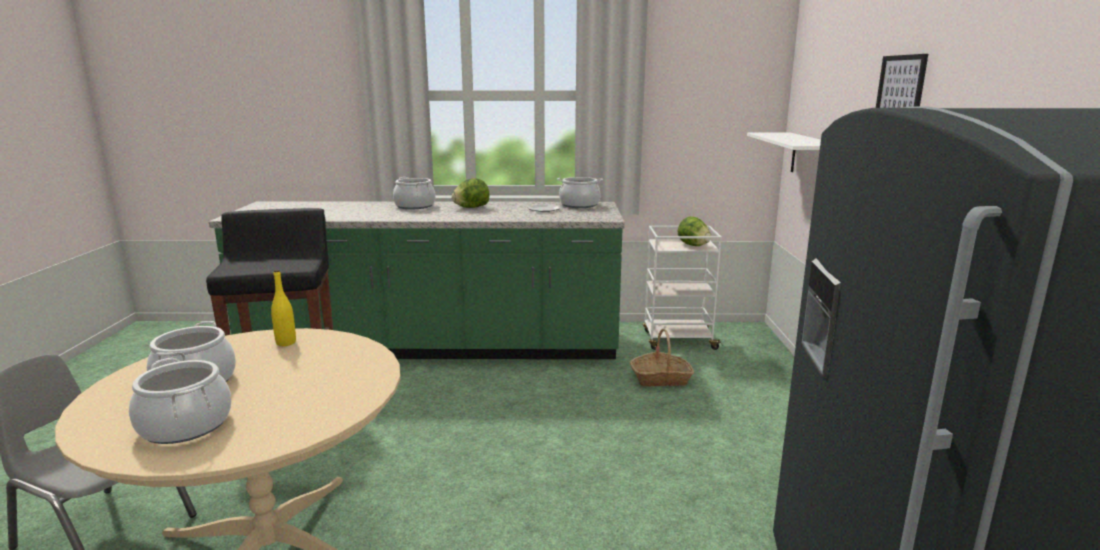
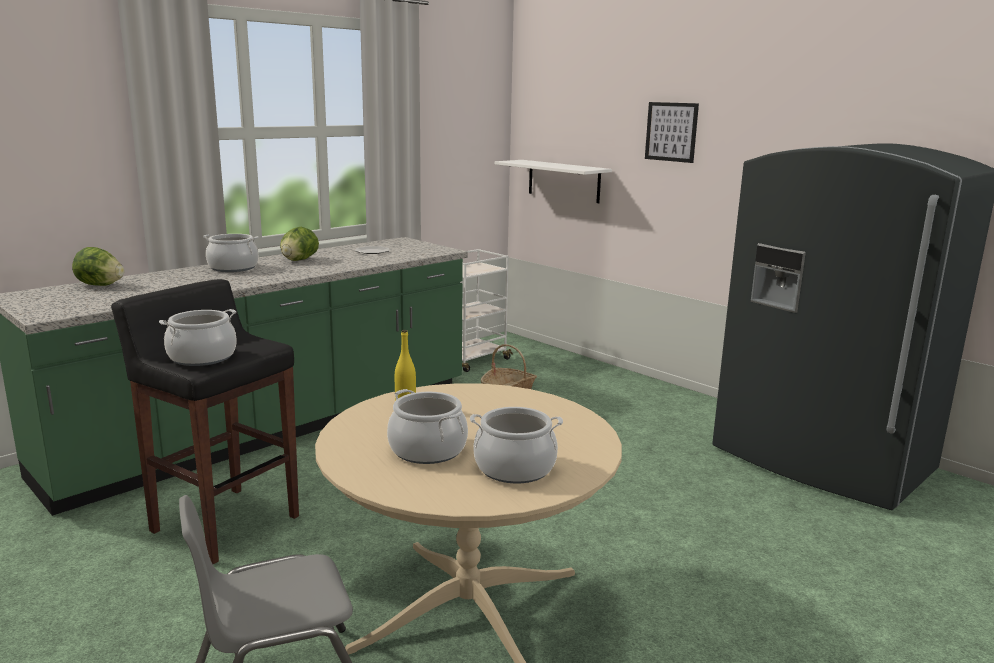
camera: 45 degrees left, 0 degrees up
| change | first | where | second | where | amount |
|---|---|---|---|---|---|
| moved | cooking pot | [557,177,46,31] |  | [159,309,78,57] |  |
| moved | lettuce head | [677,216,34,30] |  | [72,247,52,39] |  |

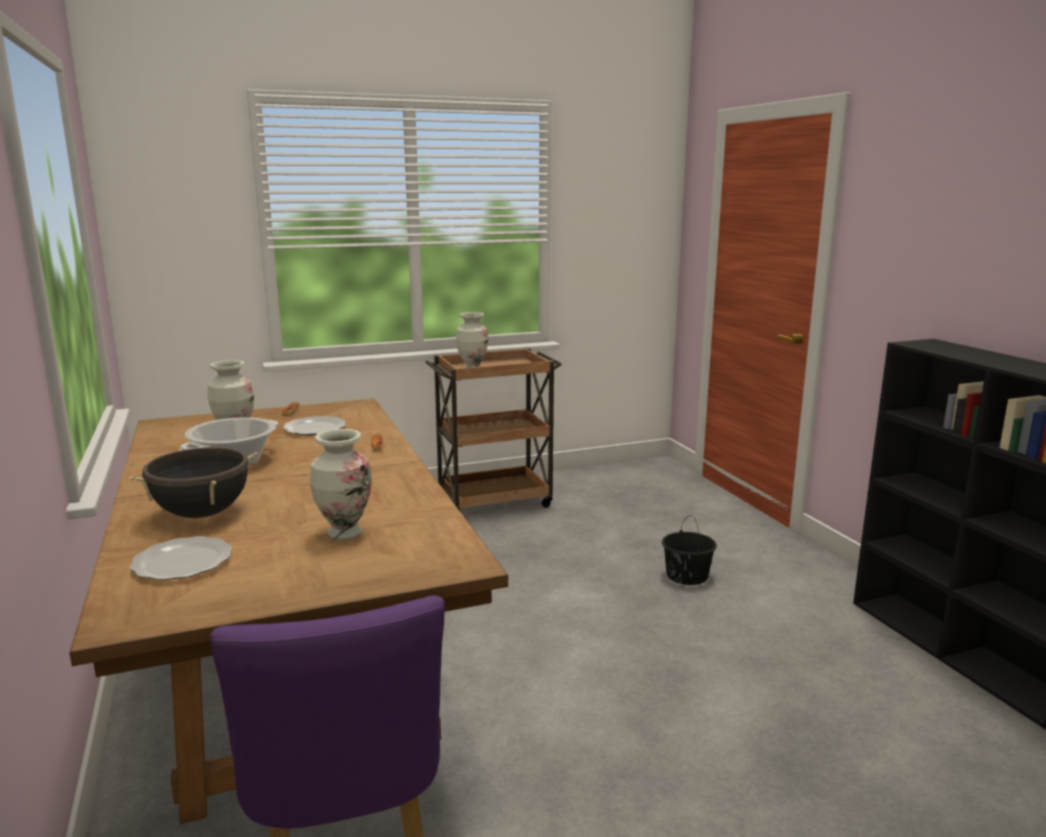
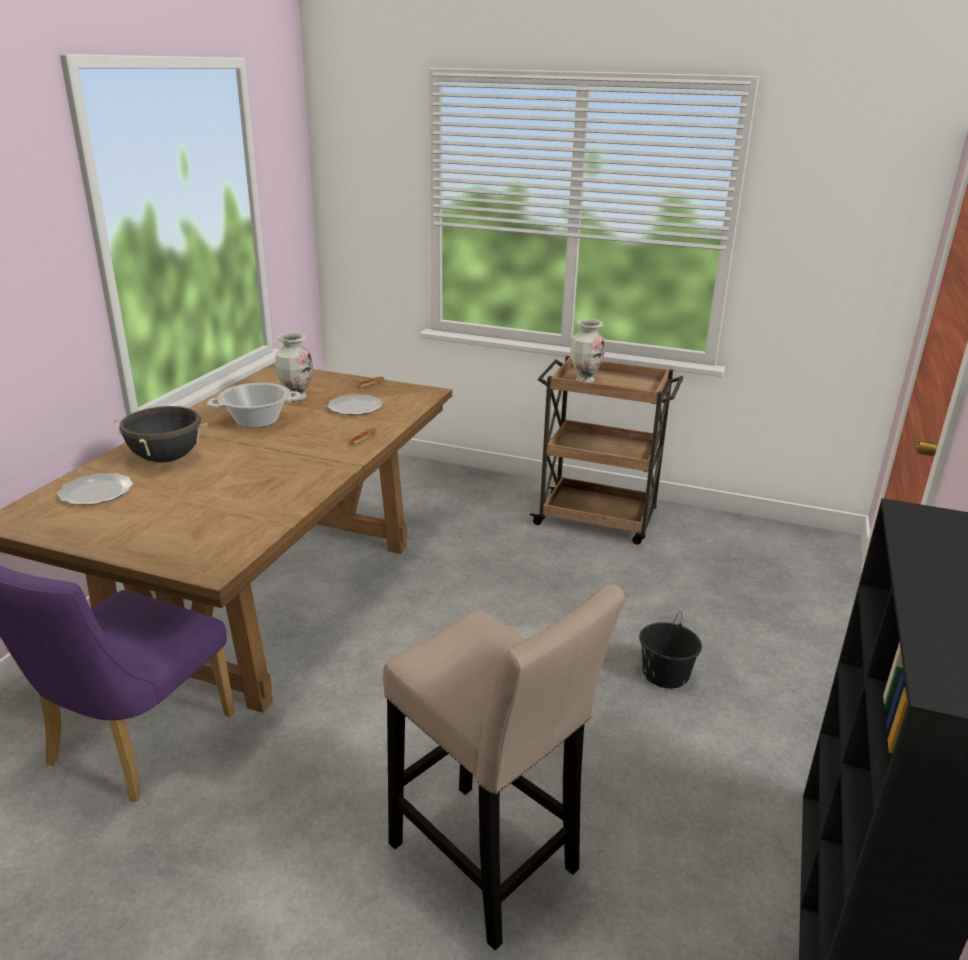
camera: 40 degrees right, 10 degrees up
| change | first | where | second | where | amount |
|---|---|---|---|---|---|
| removed | decorative vase | [310,429,62,111] |  |  |  |
| added |  |  | beige stool | [383,585,242,365] |  |

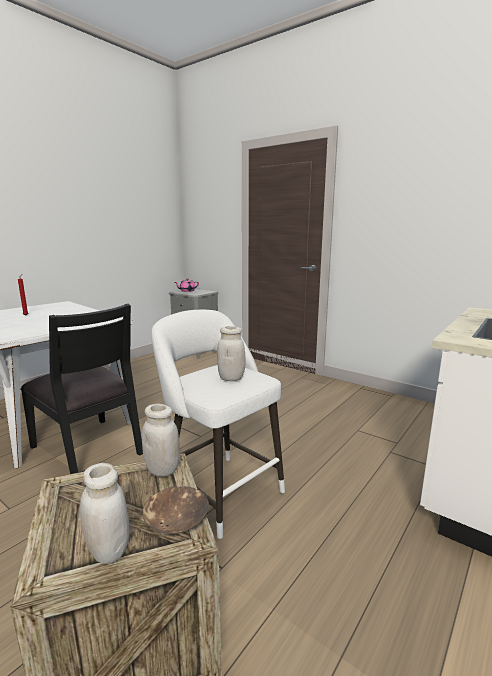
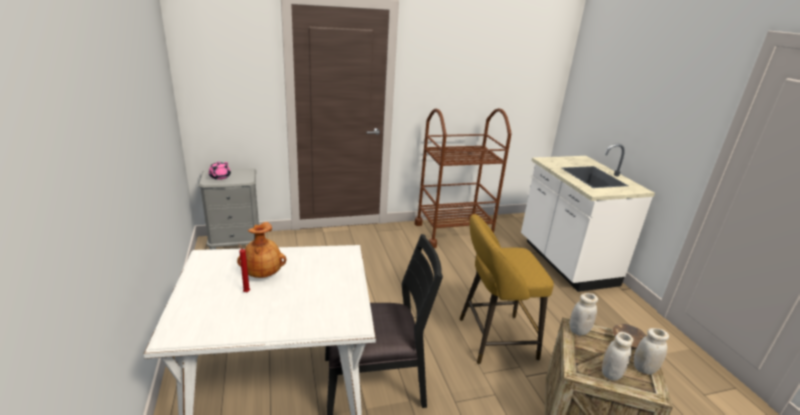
camera: 55 degrees left, 10 degrees up
| change | first | where | second | where | amount |
|---|---|---|---|---|---|
| recoloured | white stool | [151,310,134,229] | yellow stool | [460,214,94,150] |  |
| moved | white storage jar | [217,326,29,55] |  | [602,332,31,49] |  |
| added |  |  | brown wheeled cart | [415,108,96,140] |  |
| added |  |  | brown decorative vase | [237,222,49,56] |  |

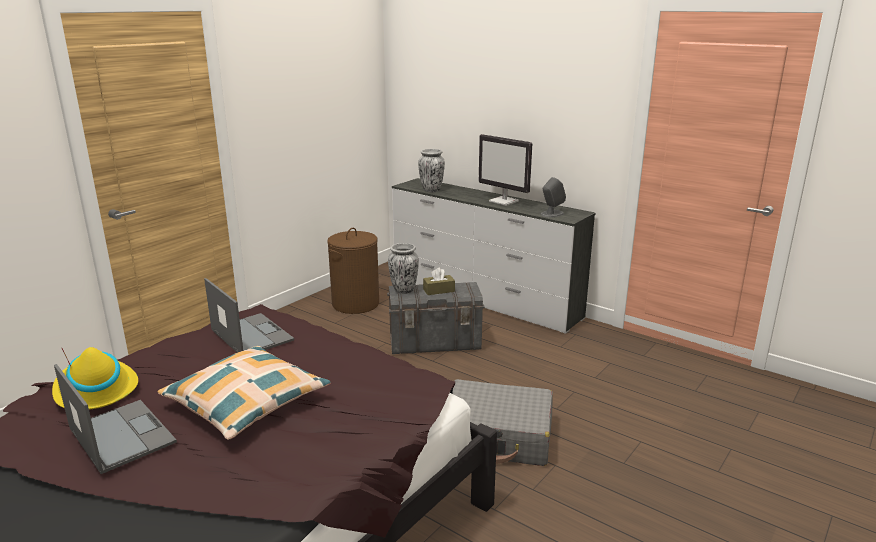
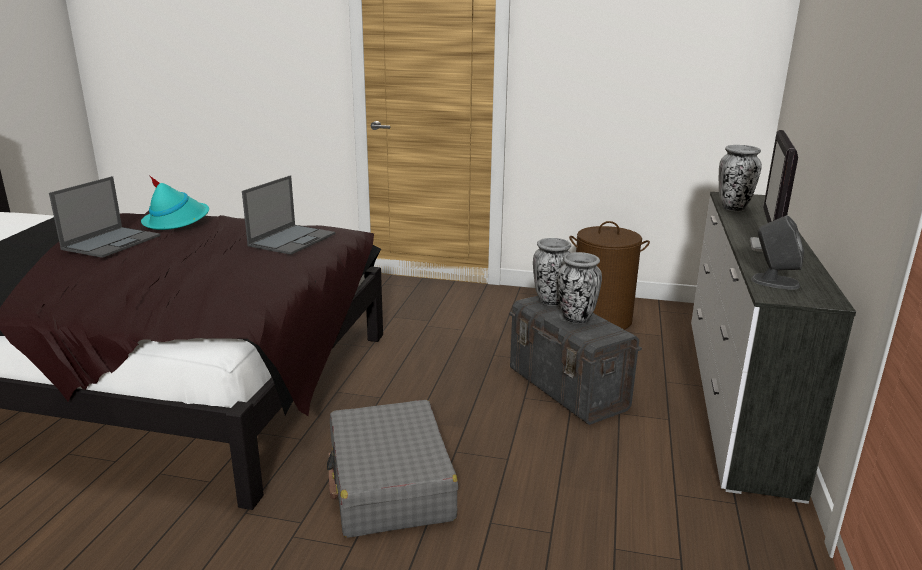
camera: 65 degrees right, 0 degrees up
| change | first | where | second | where | amount |
|---|---|---|---|---|---|
| replaced | brown tissue holder | [423,267,32,28] | decorative vase | [558,252,44,72] |  |
| removed | throw pillow | [157,346,174,94] |  |  |  |
| recoloured | yellow clothing hat | [52,347,86,63] | turquoise-coloured clothing hat | [141,175,68,55] |  |

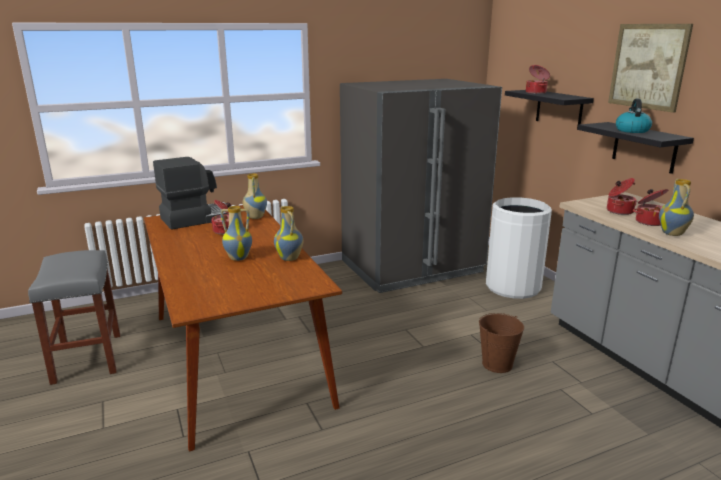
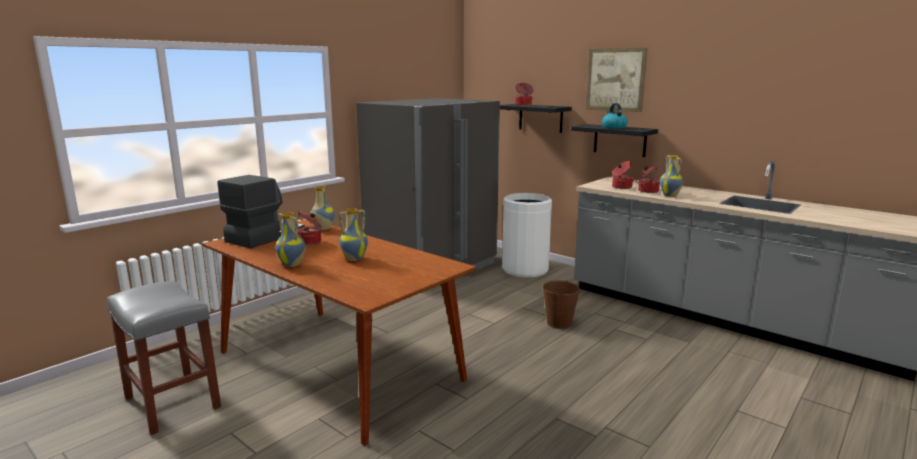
camera: 25 degrees left, 5 degrees down
| change | first | where | second | where | amount |
|---|---|---|---|---|---|
| moved | decorative vase | [274,206,30,55] |  | [275,212,31,55] |  |

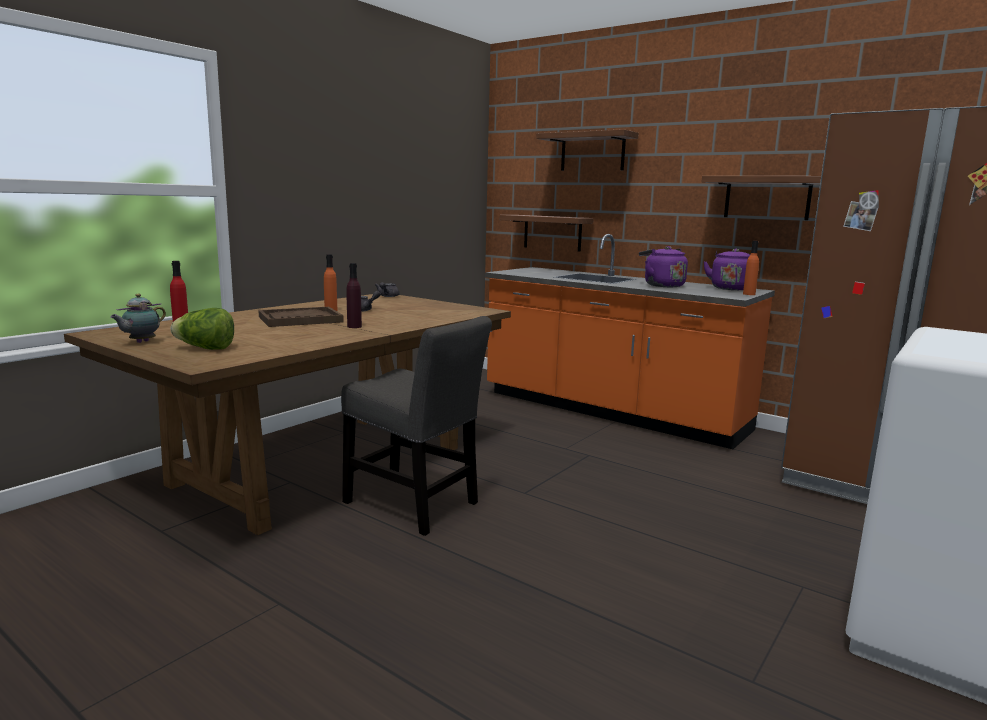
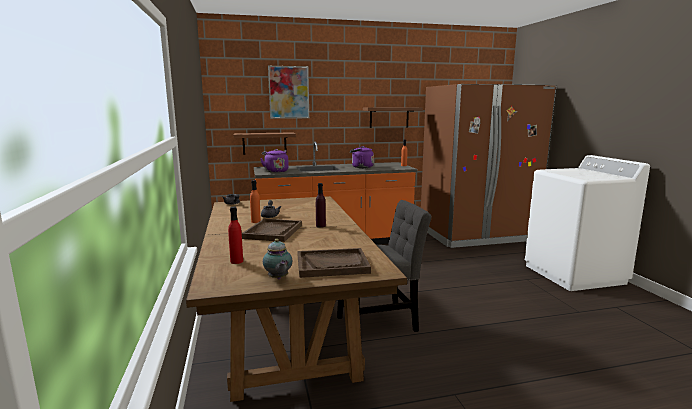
camera: 50 degrees left, 0 degrees up
| change | first | where | second | where | amount |
|---|---|---|---|---|---|
| replaced | bracket shelf | [536,129,103,42] | picture | [268,66,41,53] |  |
| moved | purple kettle | [703,249,47,41] |  | [260,149,29,24] |  |
| replaced | lettuce head | [171,308,63,42] | brown carrying tray | [297,248,74,30] |  |

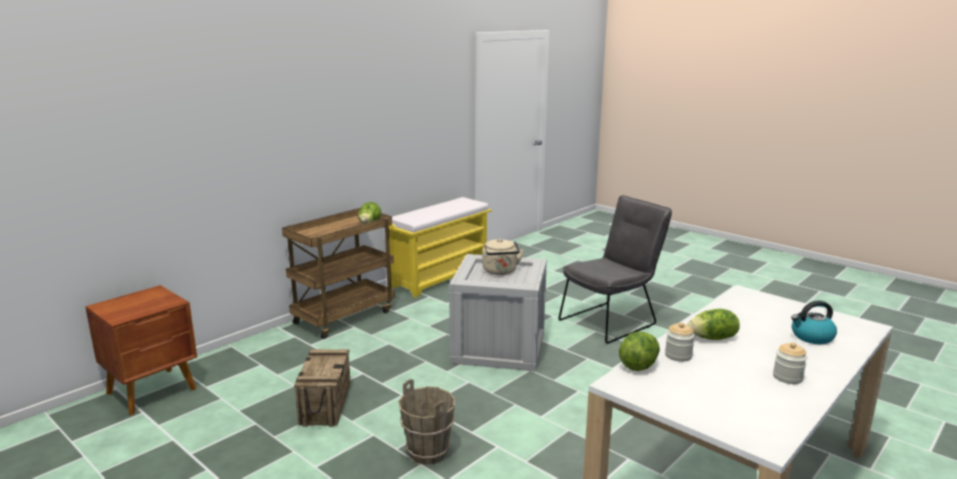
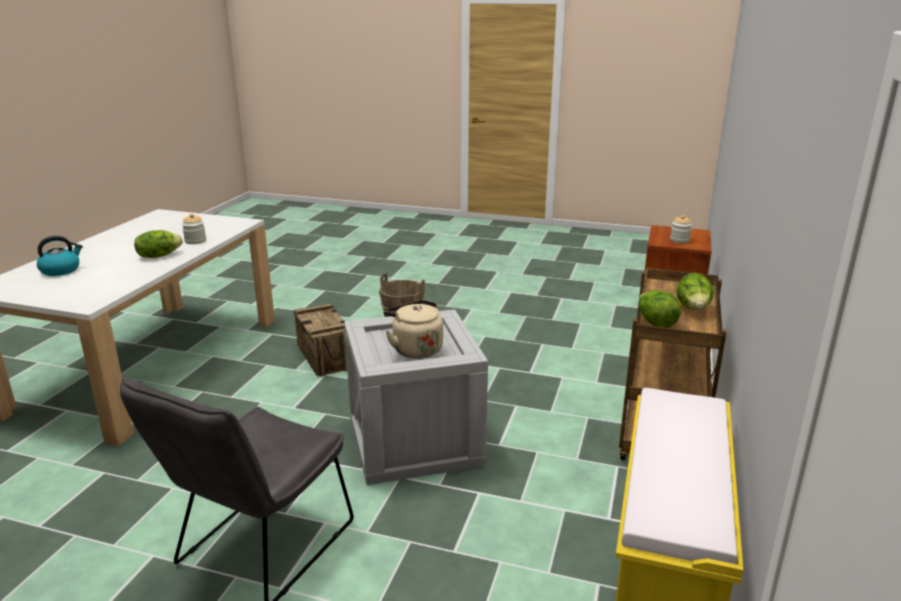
camera: 155 degrees right, 5 degrees up
| change | first | where | second | where | amount |
|---|---|---|---|---|---|
| moved | lettuce head | [619,332,41,39] |  | [676,273,38,37] |  |
| moved | storage jar | [773,342,34,42] |  | [670,215,22,28] |  |
| moved | packing crate | [294,349,57,78] |  | [293,303,54,74] |  |

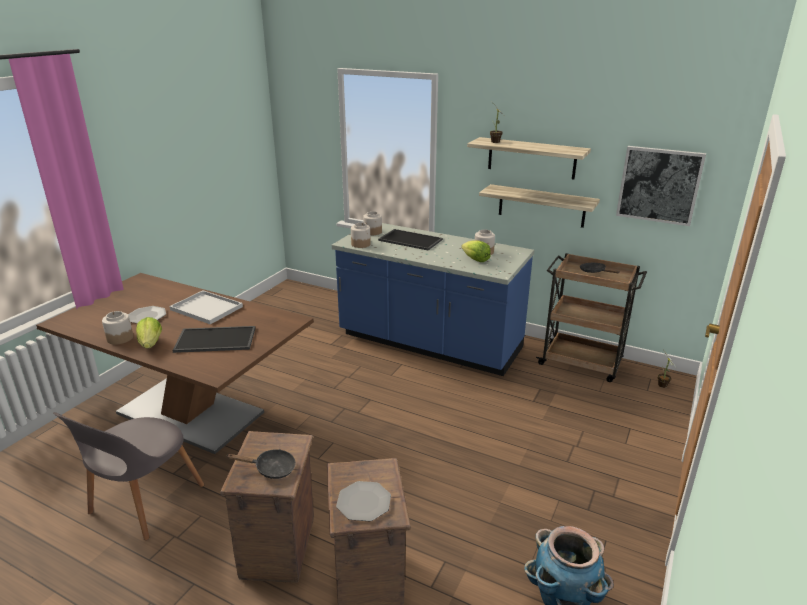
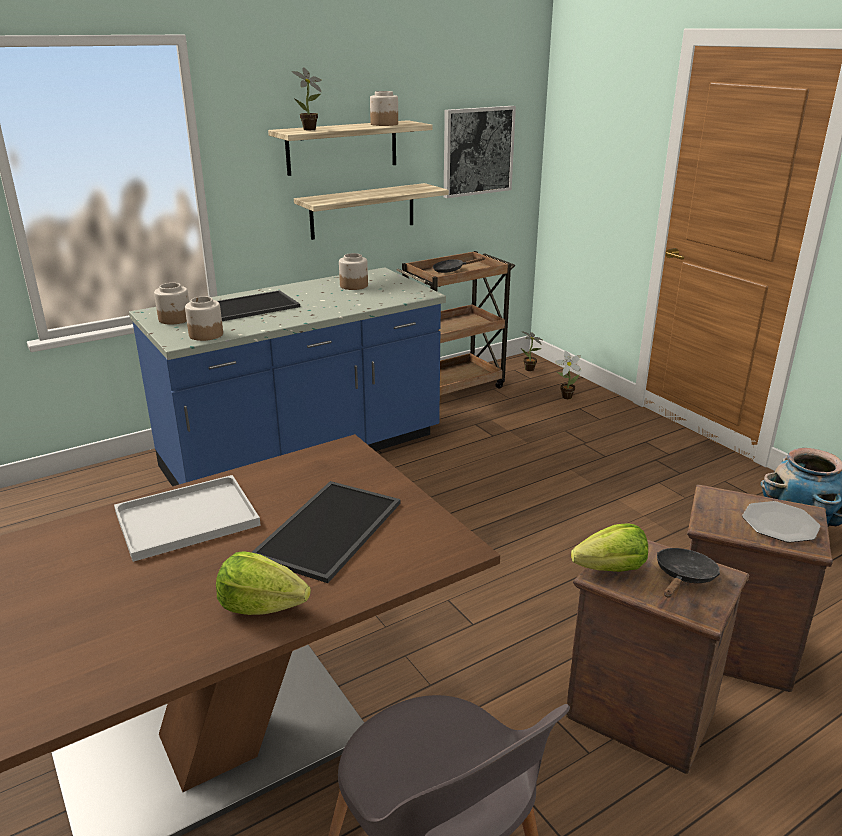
camera: 60 degrees left, 0 degrees up
| change | first | where | second | where | amount |
|---|---|---|---|---|---|
| moved | lettuce head | [461,240,30,22] |  | [571,523,77,49] |  |
| removed | flat dish | [128,306,38,17] |  |  |  |
| moved | storage jar | [102,311,31,34] |  | [370,91,28,35] |  |
| added |  |  | houseplant | [555,351,26,48] |  |

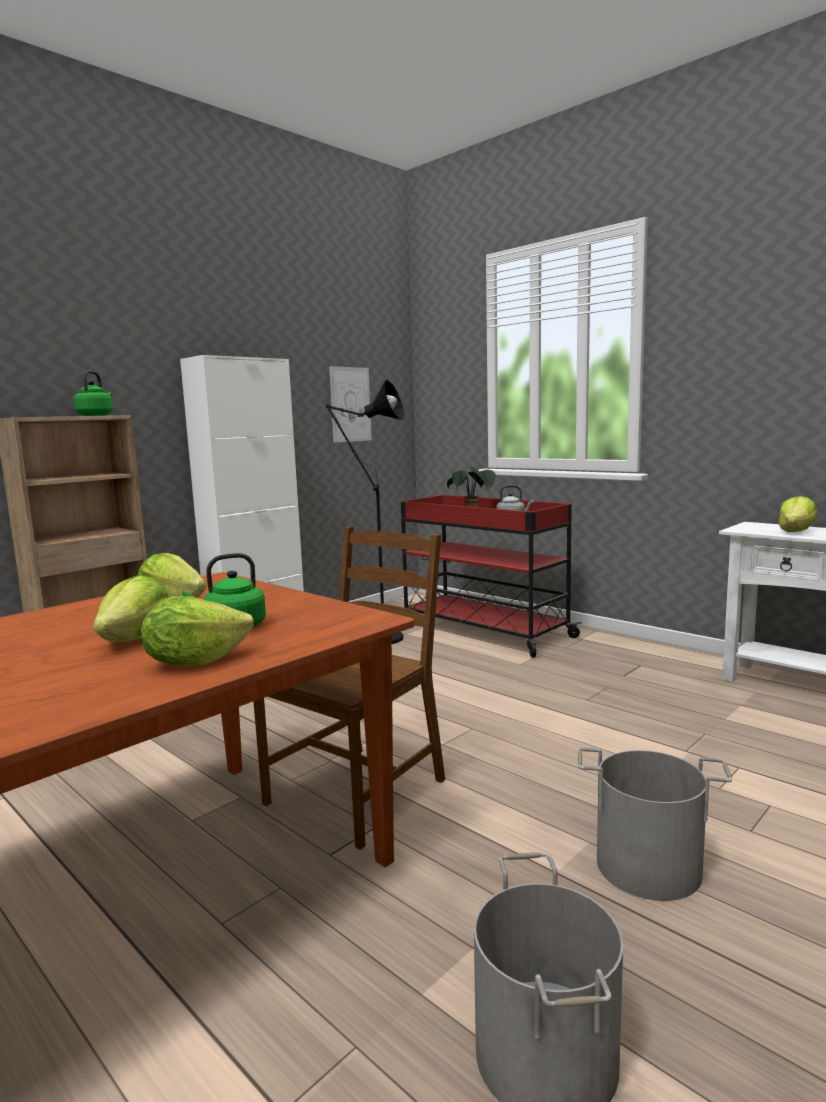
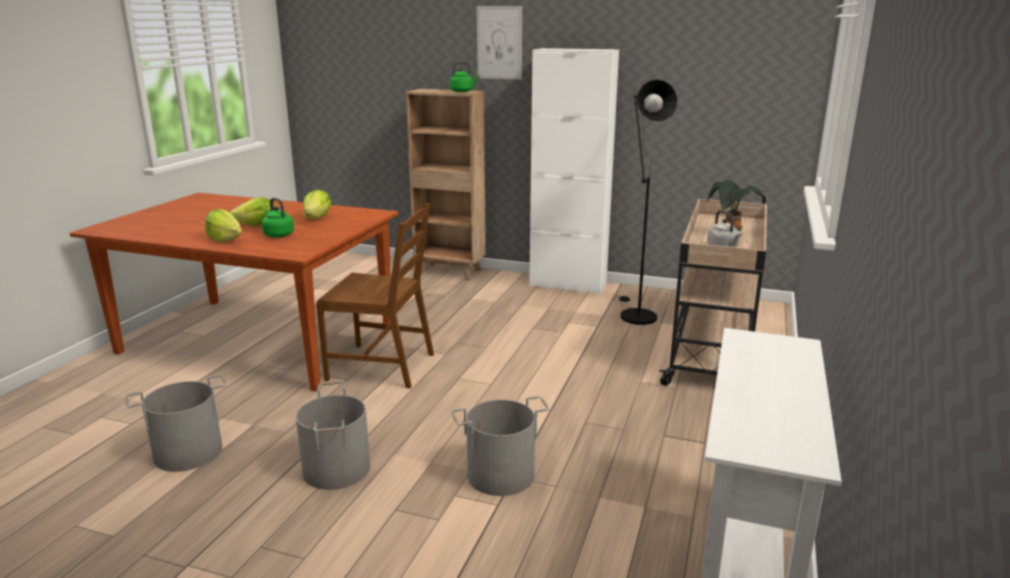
camera: 65 degrees right, 10 degrees up
| change | first | where | second | where | amount |
|---|---|---|---|---|---|
| moved | picture | [329,366,43,77] |  | [477,6,45,73] |  |
| recoloured | red wheeled cart | [401,495,181,163] | beige wheeled cart | [659,199,108,187] |  |
| removed | lettuce head | [778,496,40,36] |  |  |  |
| added |  |  | gray water bucket | [451,396,99,100] |  |

